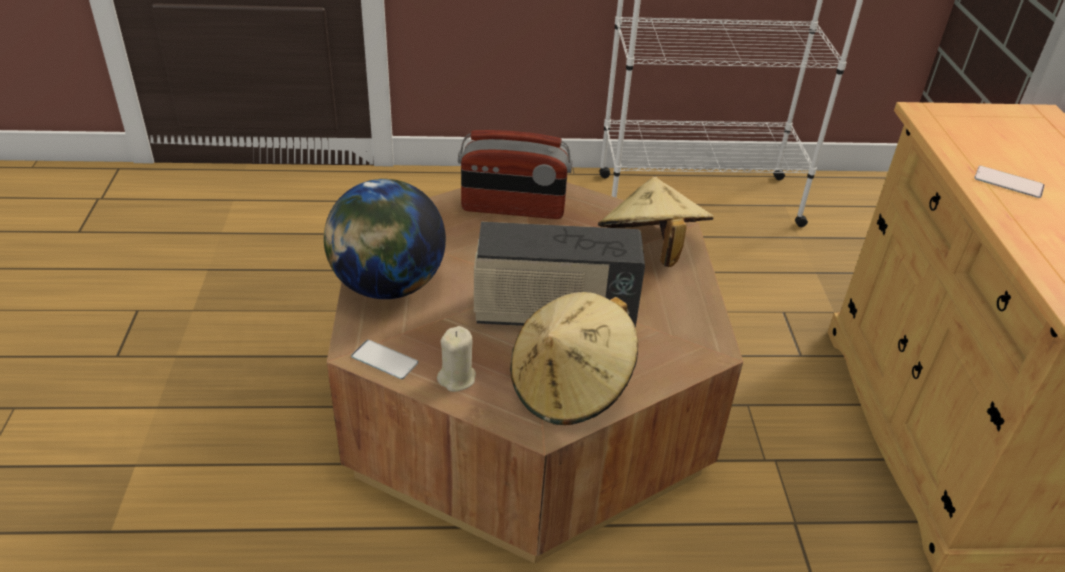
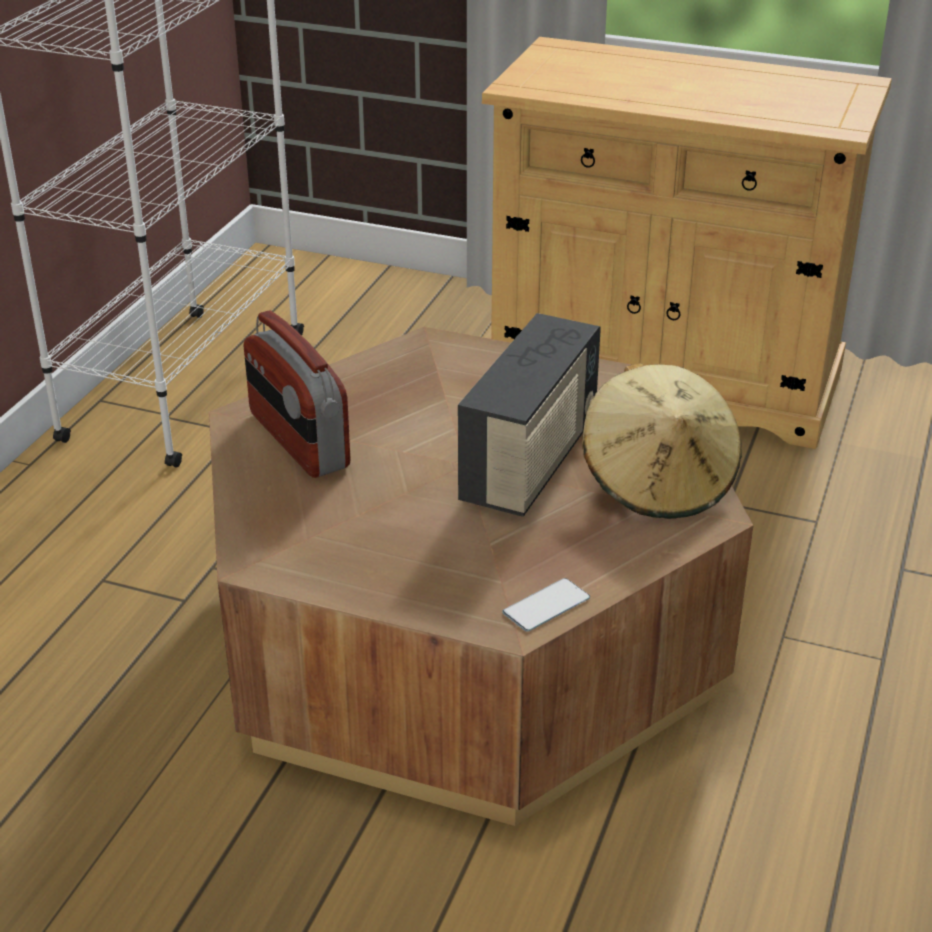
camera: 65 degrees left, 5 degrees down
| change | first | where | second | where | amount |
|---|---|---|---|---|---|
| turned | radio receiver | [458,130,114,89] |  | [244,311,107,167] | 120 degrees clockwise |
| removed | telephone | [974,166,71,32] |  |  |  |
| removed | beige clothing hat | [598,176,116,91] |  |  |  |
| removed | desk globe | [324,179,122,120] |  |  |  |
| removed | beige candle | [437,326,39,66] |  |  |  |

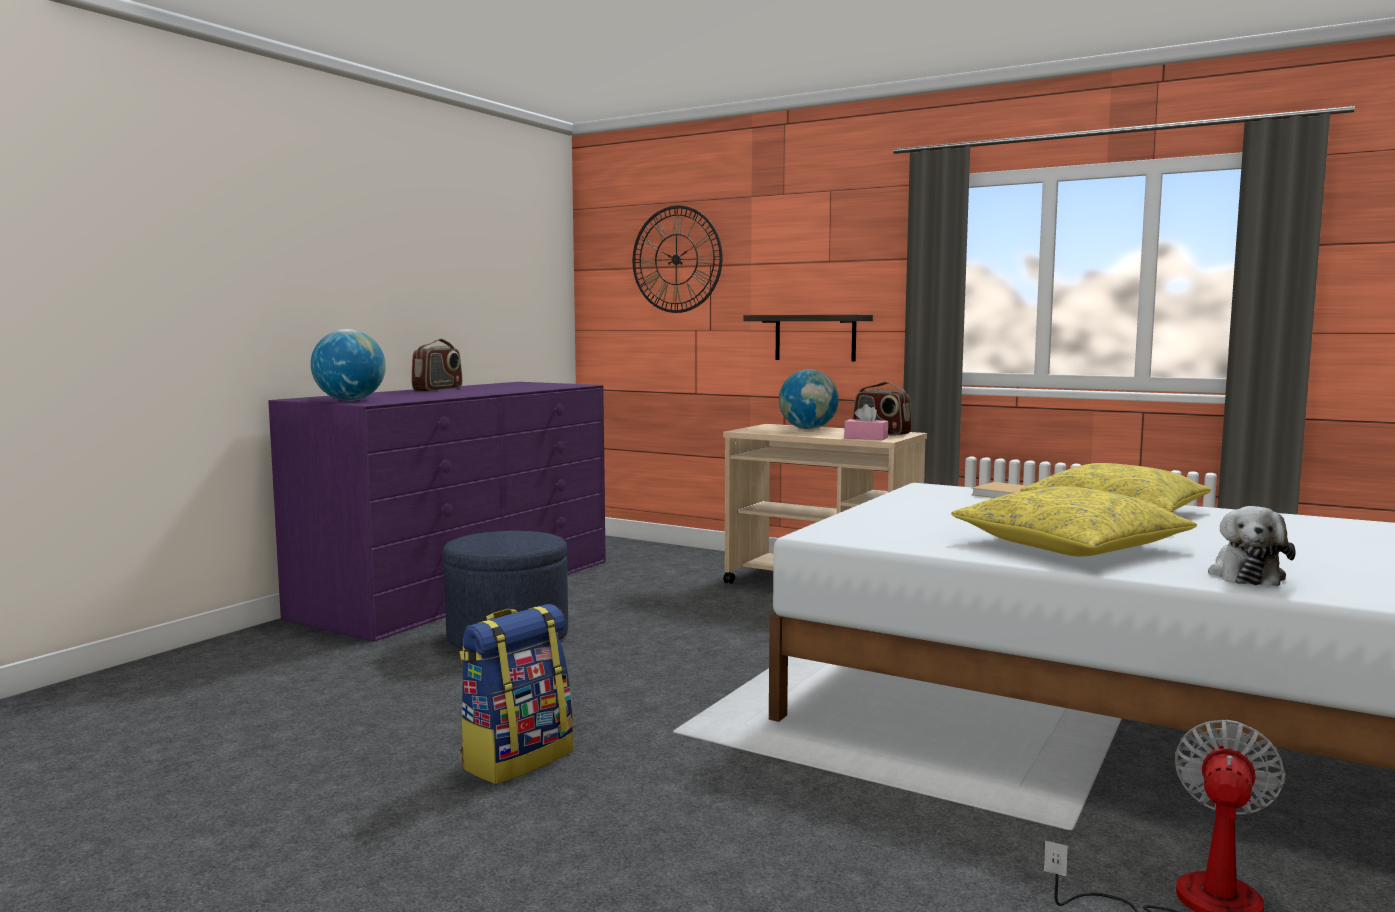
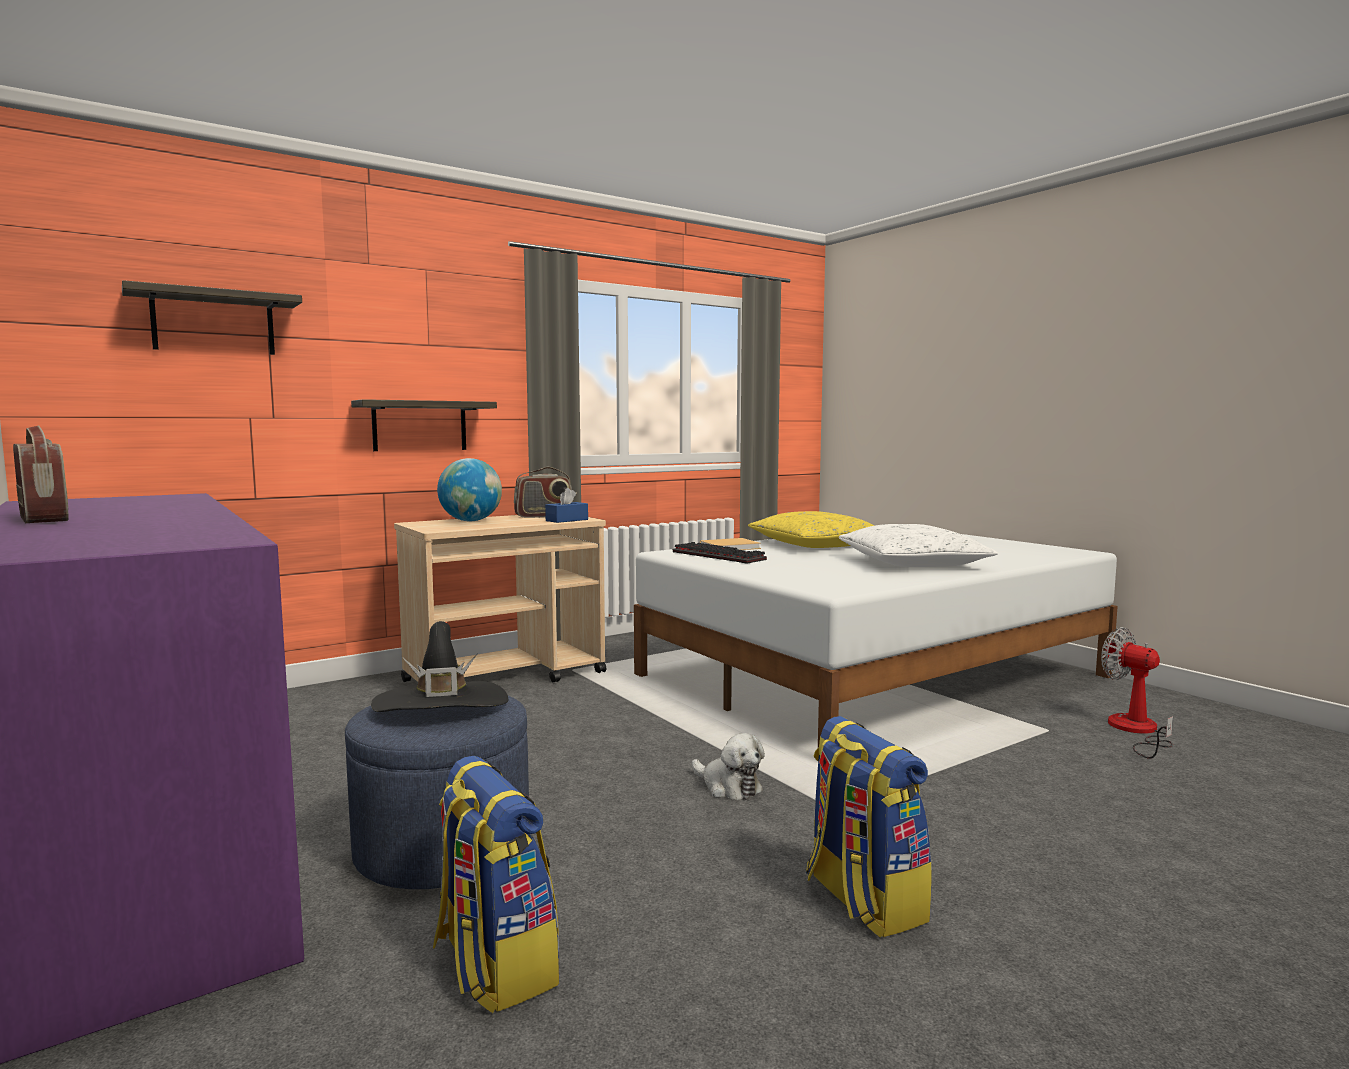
camera: 65 degrees left, 0 degrees up
| change | first | where | second | where | amount |
|---|---|---|---|---|---|
| replaced | hanging clock | [633,206,90,107] | bracket shelf | [122,280,180,75] |  |
| removed | desk globe | [311,329,75,72] |  |  |  |
| recoloured | pink tissue holder | [844,404,44,36] | blue tissue holder | [545,488,43,35] |  |
| recoloured | yellow throw pillow | [951,486,246,71] | white throw pillow | [839,524,159,43] |  |
| moved | cuddly toy | [1208,506,88,81] |  | [692,733,73,67] |  |
| added |  |  | keyboard | [673,542,94,22] |  |
| added |  |  | black clothing hat | [371,621,137,91] |  |
| added |  |  | knapsack | [433,756,126,257] |  |

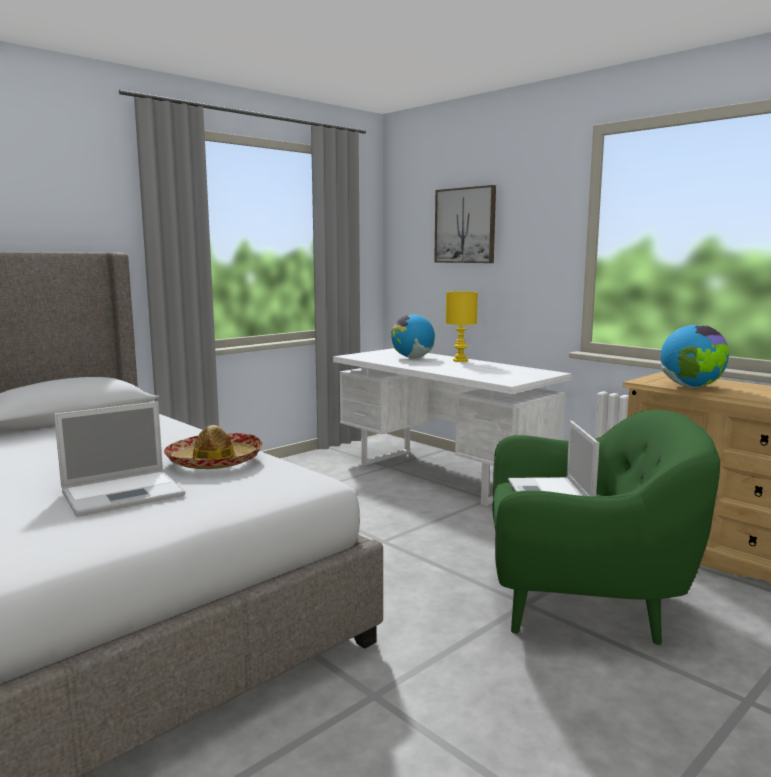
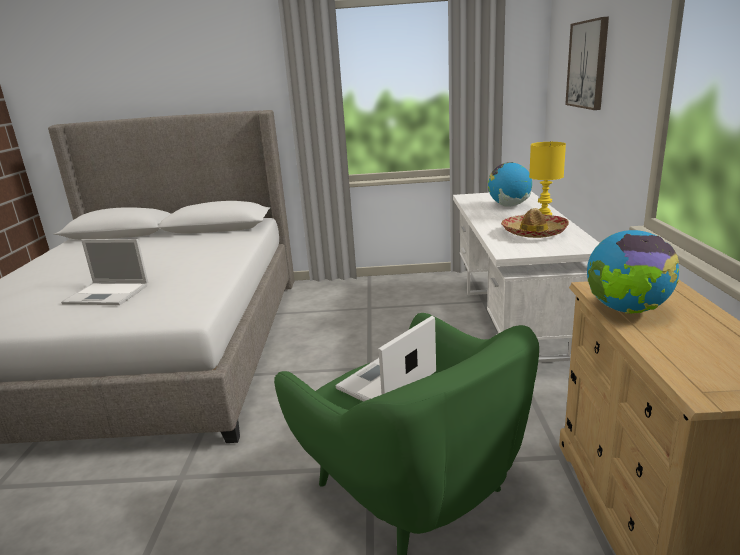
camera: 45 degrees right, 10 degrees up
| change | first | where | second | where | amount |
|---|---|---|---|---|---|
| moved | clothing hat | [164,425,99,44] |  | [501,208,68,30] |  |

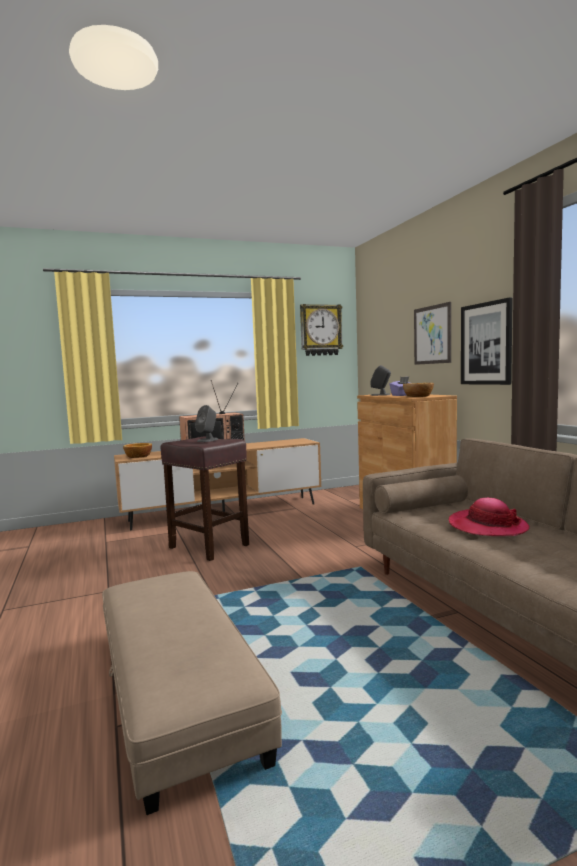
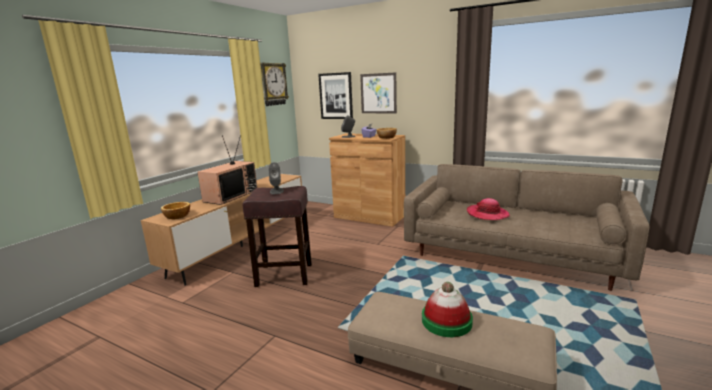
camera: 40 degrees left, 10 degrees up
| change | first | where | second | where | amount |
|---|---|---|---|---|---|
| moved | picture | [461,297,52,88] |  | [318,72,35,47] |  |
| added |  |  | clothing hat | [422,282,51,55] |  |

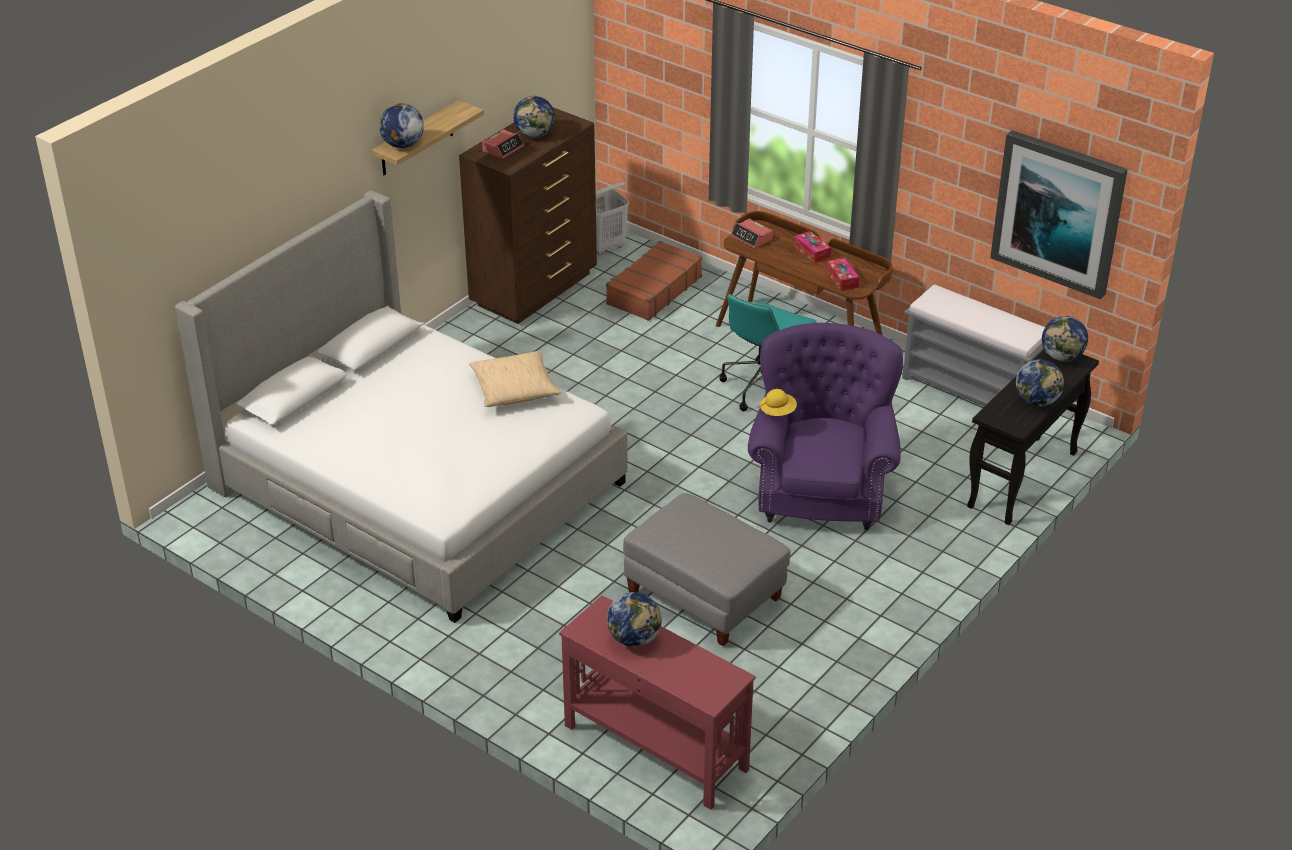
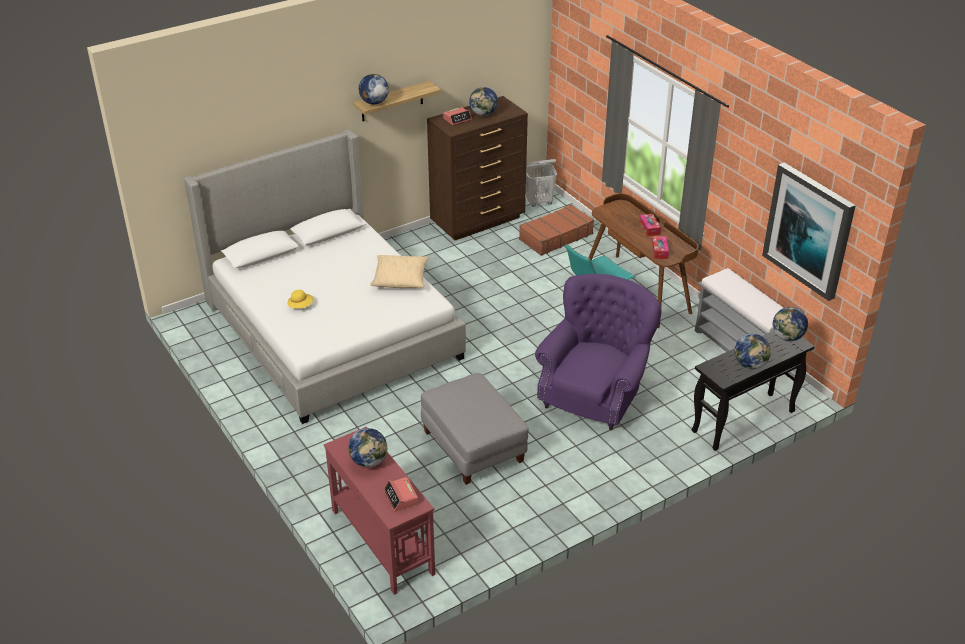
camera: 20 degrees right, 0 degrees up
| change | first | where | second | where | amount |
|---|---|---|---|---|---|
| moved | table clock | [731,218,41,31] |  | [383,477,35,35] |  |
| moved | yellow clothing hat | [760,389,37,27] |  | [287,290,26,19] |  |

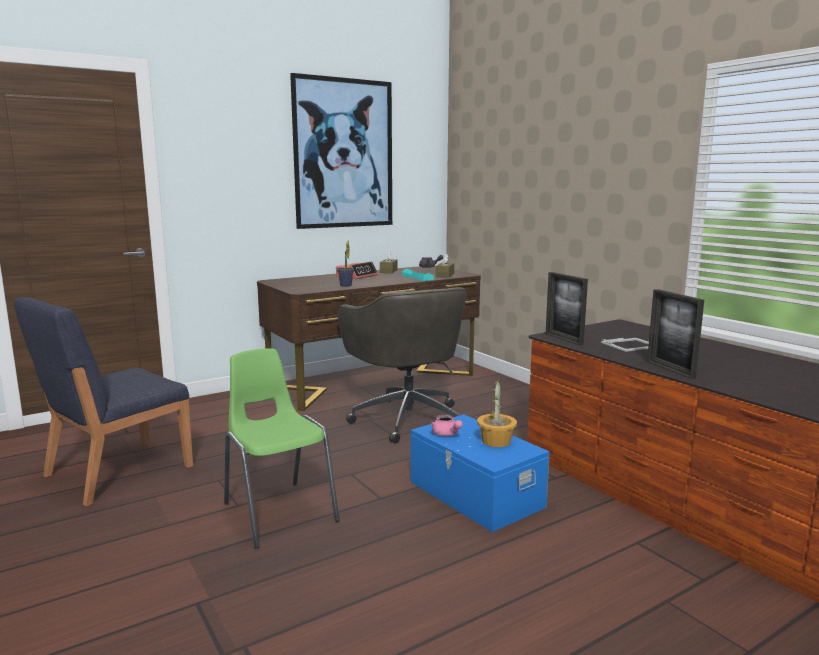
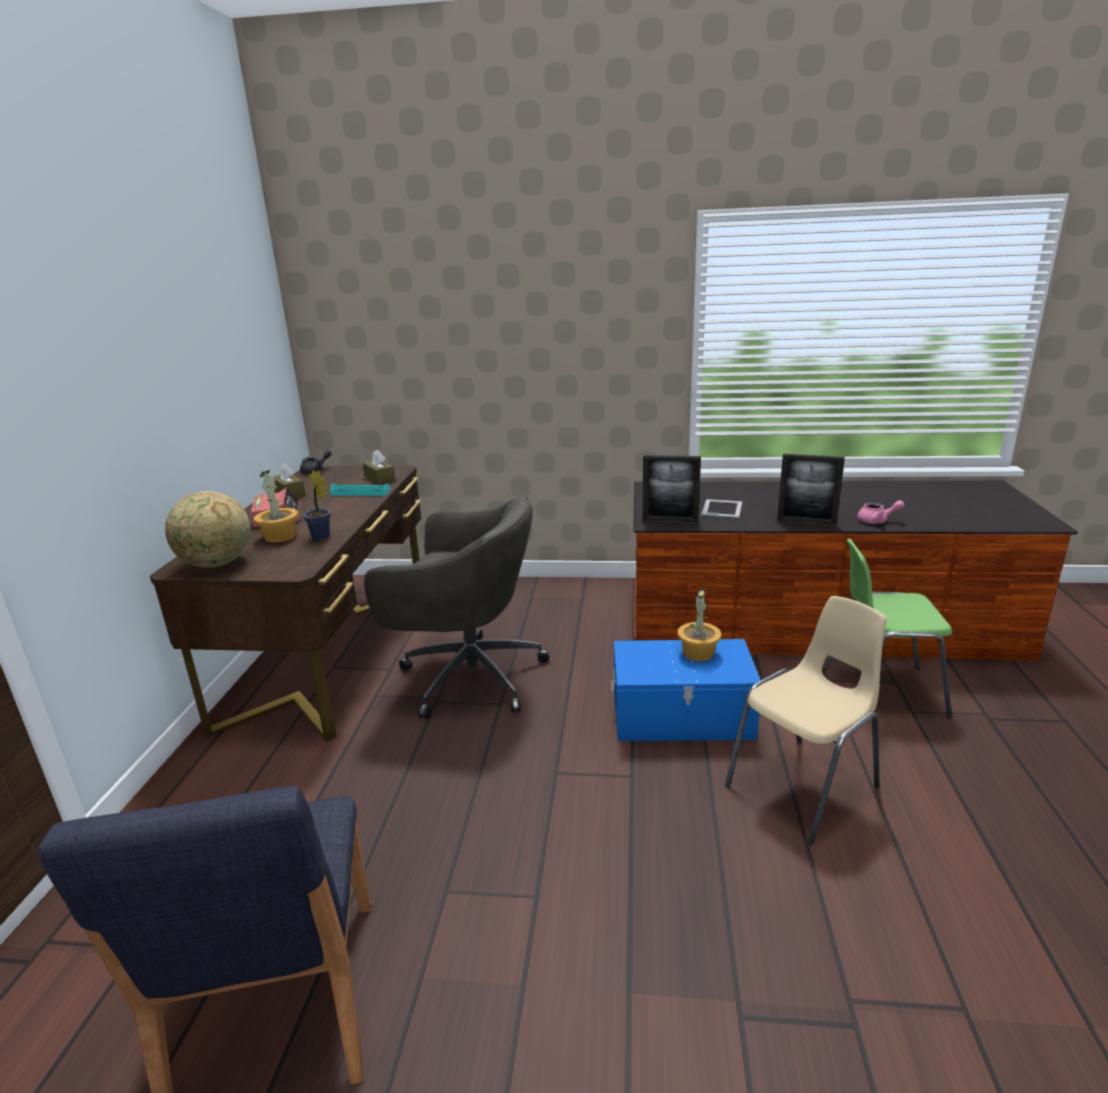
camera: 50 degrees left, 10 degrees up
| change | first | where | second | where | amount |
|---|---|---|---|---|---|
| removed | picture | [290,73,102,156] |  |  |  |
| moved | greenish plain chair | [224,348,116,200] |  | [824,539,128,179] |  |
| moved | pink pot for tea | [431,415,32,21] |  | [857,500,47,24] |  |
| added |  |  | houseplant | [254,470,44,73] |  |
| added |  |  | desk globe | [165,491,85,77] |  |
| added |  |  | beige plain chair | [725,596,162,249] |  |

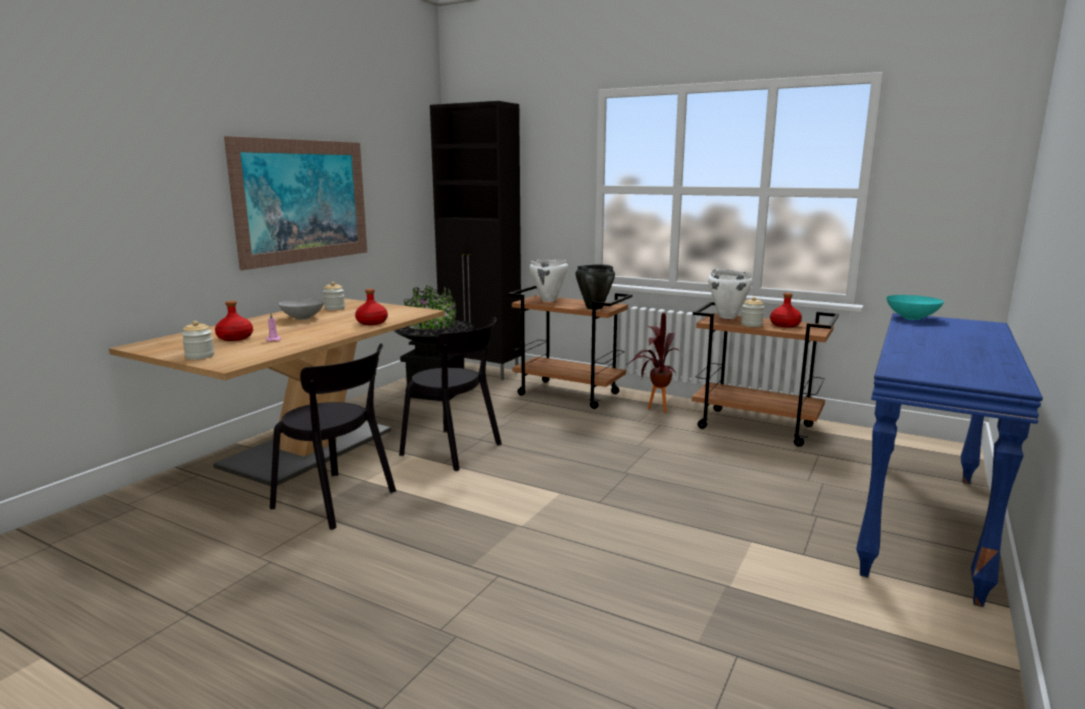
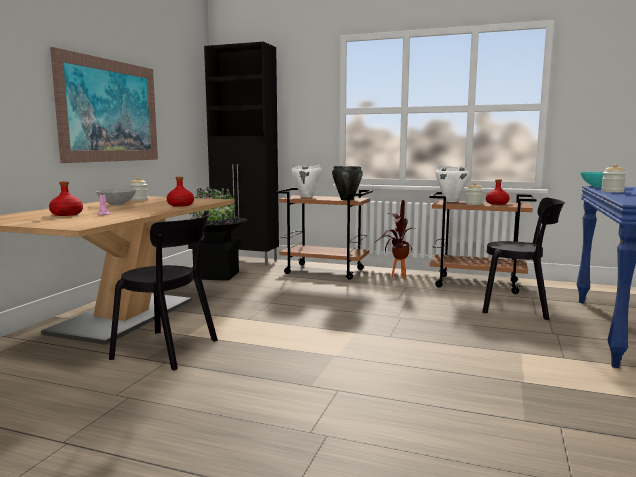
camera: 10 degrees left, 5 degrees down
| change | first | where | second | where | amount |
|---|---|---|---|---|---|
| moved | black plain chair | [399,317,103,154] |  | [482,198,83,122] |  |
| moved | storage jar | [181,321,33,39] |  | [601,164,25,29] |  |

